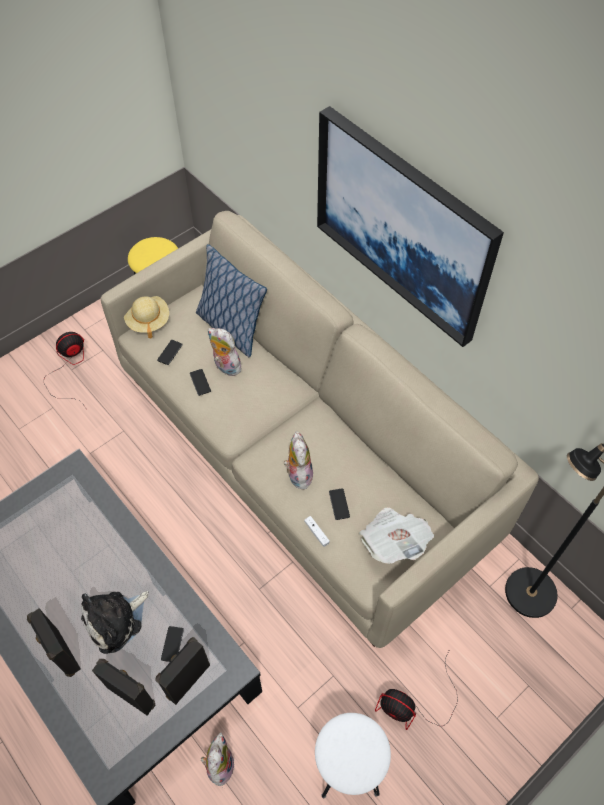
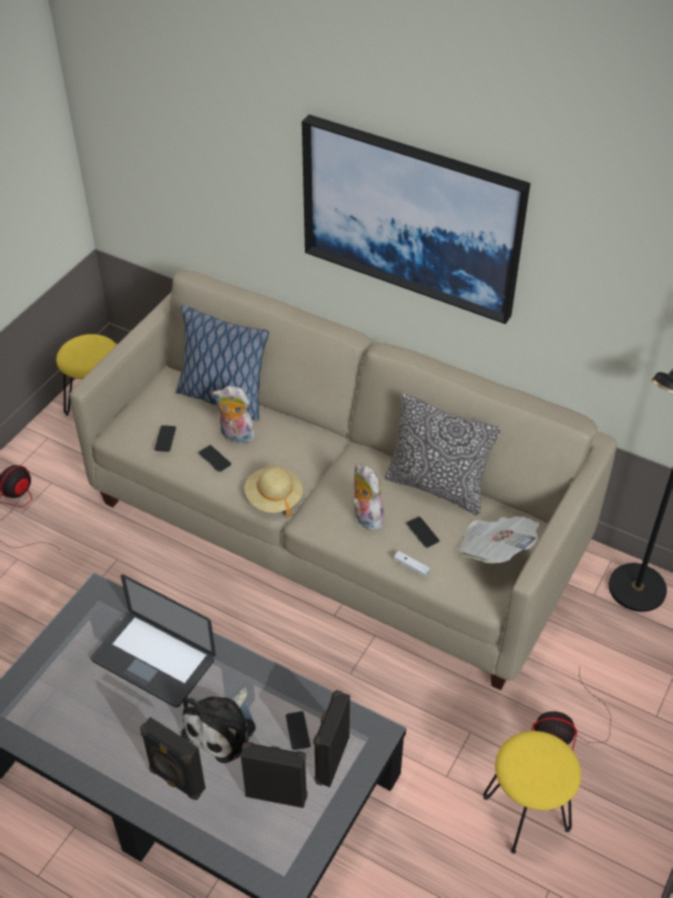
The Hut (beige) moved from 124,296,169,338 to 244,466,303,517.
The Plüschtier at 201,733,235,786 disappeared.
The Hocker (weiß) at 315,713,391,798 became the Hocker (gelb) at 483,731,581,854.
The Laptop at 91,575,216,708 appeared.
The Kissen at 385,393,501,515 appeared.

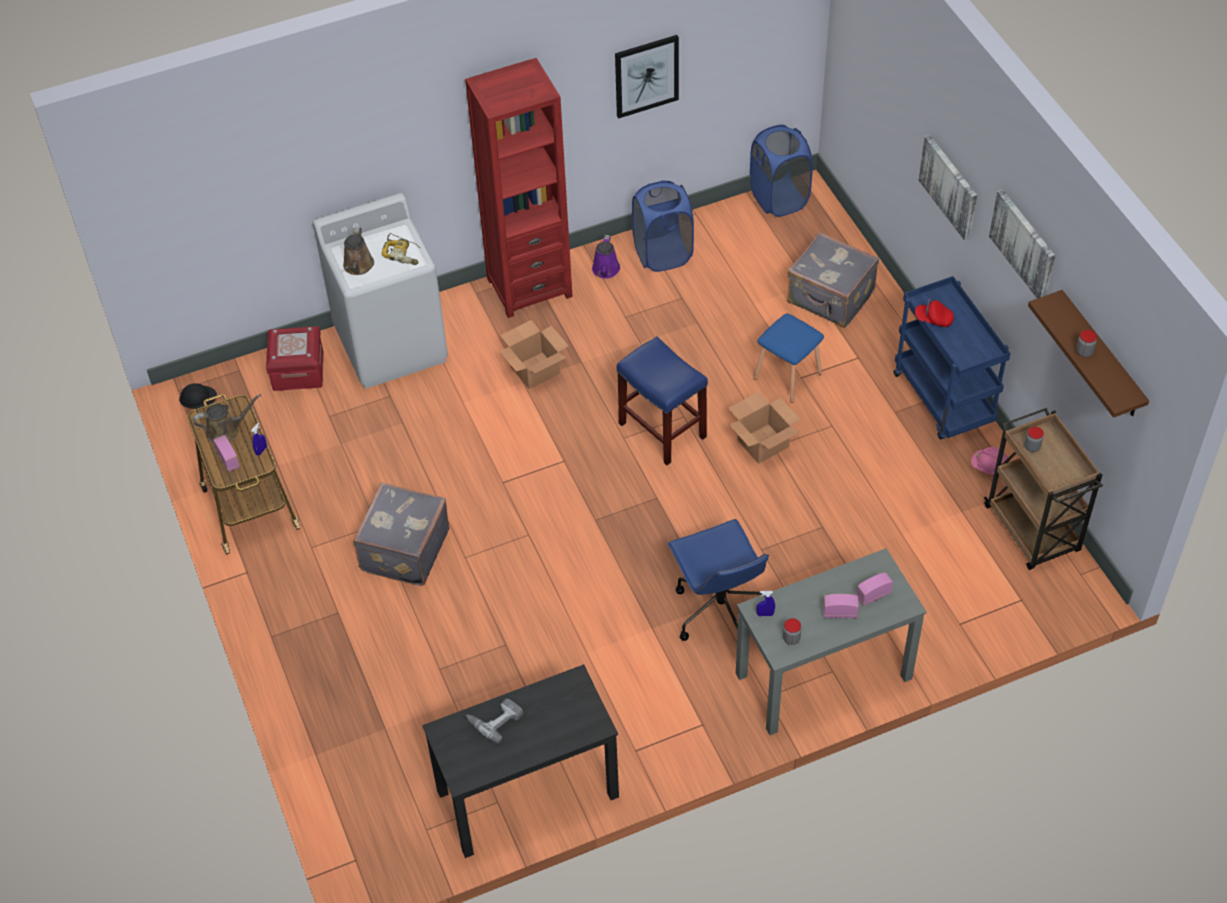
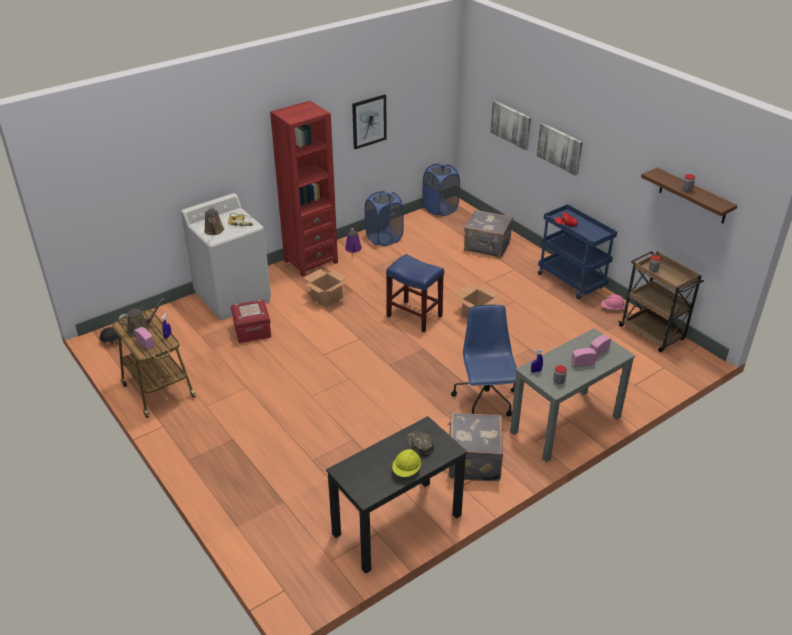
The Aufbewahrungsbox (rot) moved from 266,326,323,391 to 231,300,271,343.
The Koffer (grau) moved from 353,482,450,586 to 448,412,503,481.
The Bohrmaschine at 466,699,523,743 disappeared.
The Bürostuhl (blau) at 668,519,769,641 turned 150 degrees counterclockwise.
The Hocker (blau) at 754,313,824,403 disappeared.
The Bild moved from 989,189,1055,298 to 490,101,531,150.
The Schutzhelm (gelb) at 392,449,421,477 appeared.
The Kappe (grün) at 407,431,434,457 appeared.

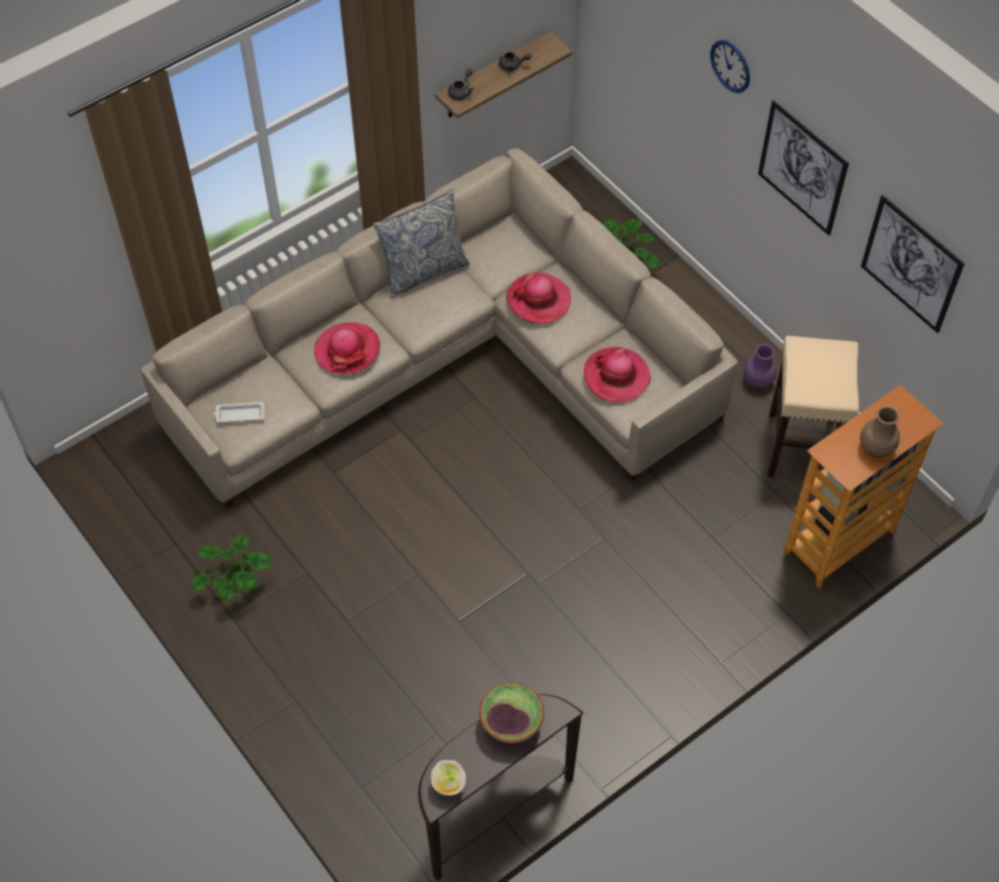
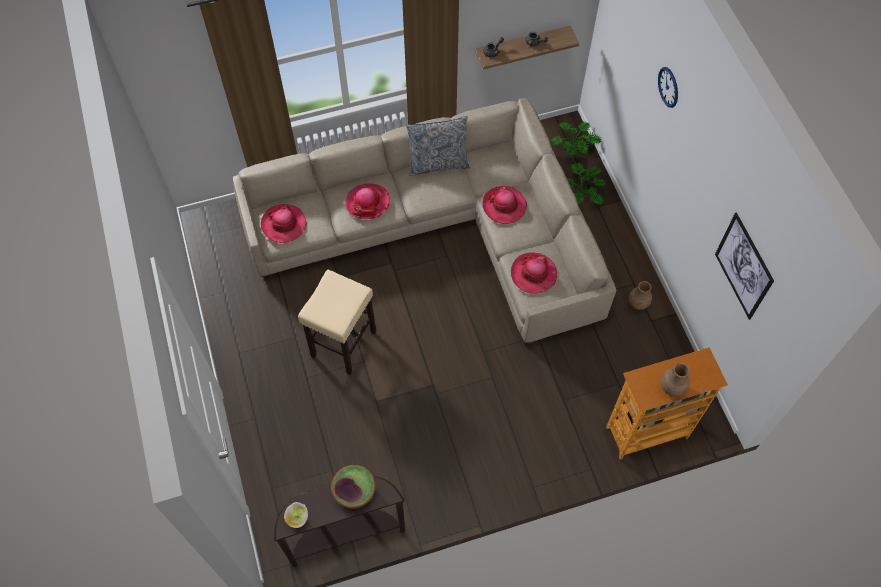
The Topfpflanze moved from 190,534,273,602 to 550,122,602,156.
The Tablett (weiß) at 214,402,265,423 was replaced by the Hut at 261,204,307,243.
The Vase (lila) at 744,344,777,389 became the Vase (braun) at 629,281,652,310.
The Bild at 758,100,849,236 disappeared.
The Hocker (beige) moved from 768,336,859,477 to 298,270,377,375.

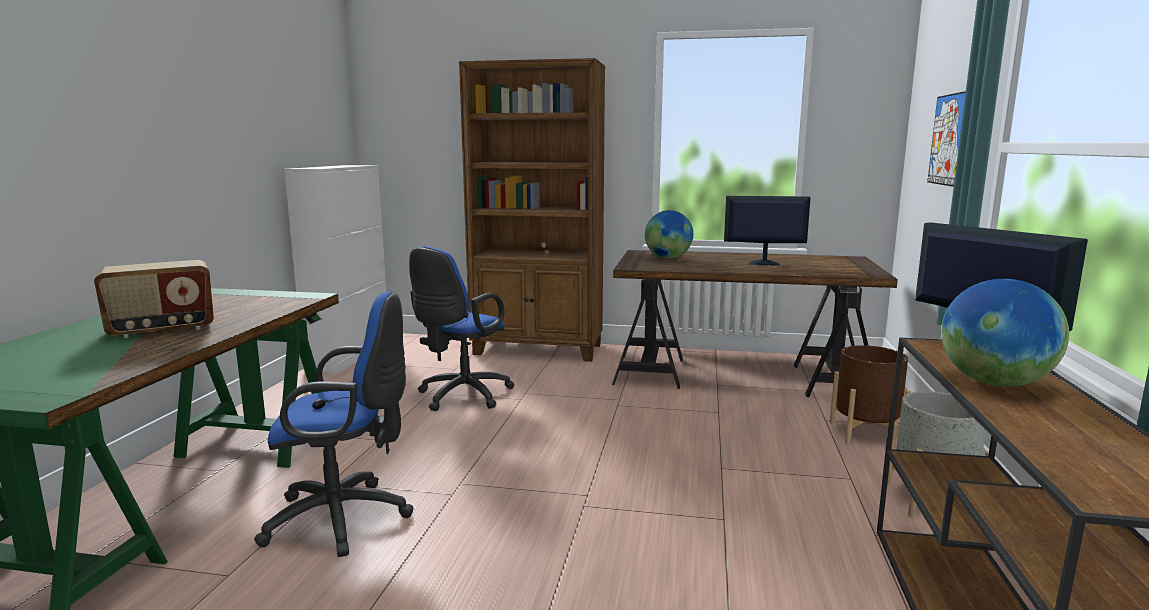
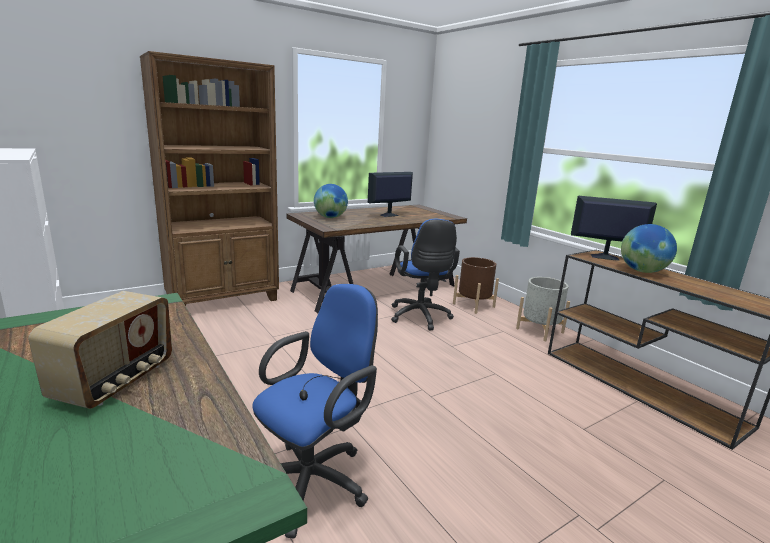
The Bürostuhl (blau) moved from 409,246,514,411 to 391,219,460,330.
The Bild at 927,91,966,187 disappeared.

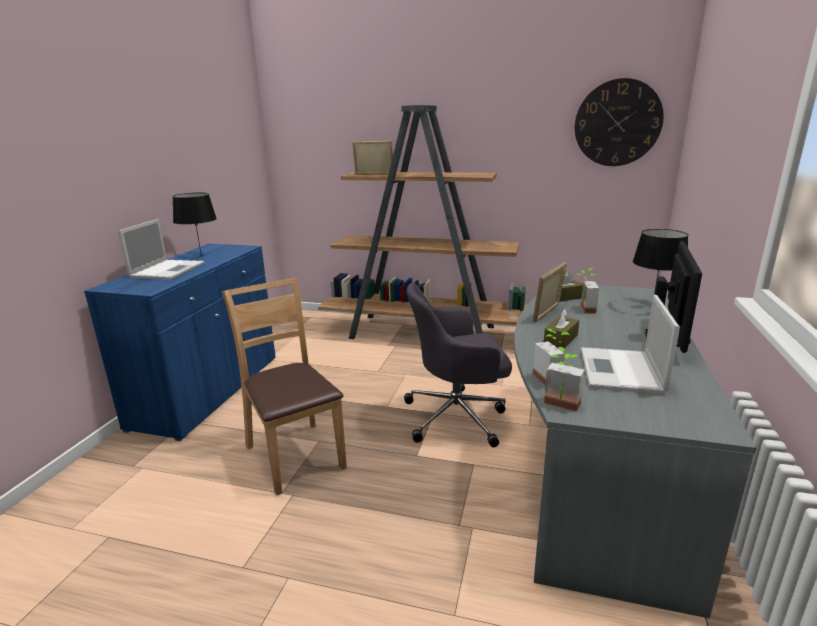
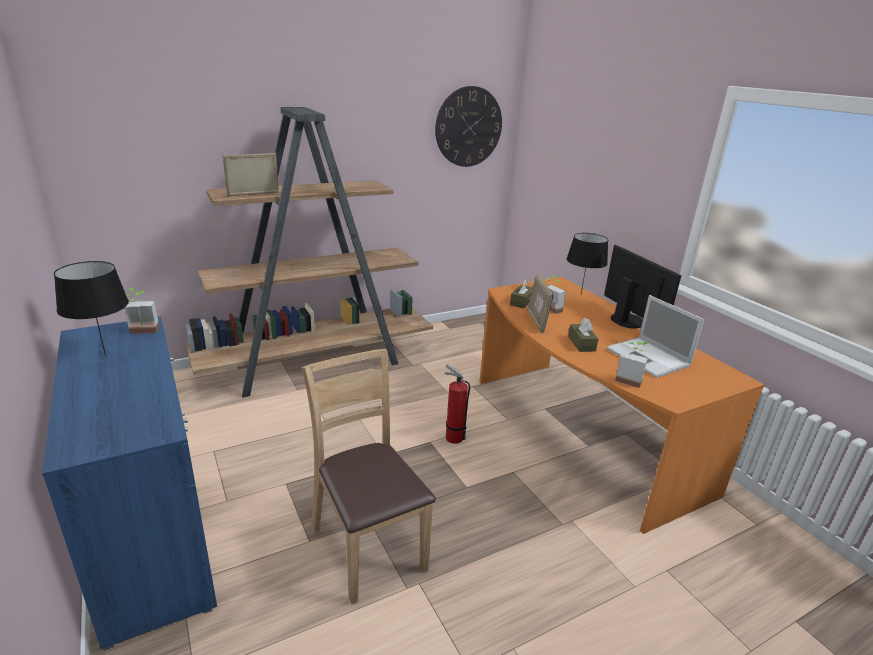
The Laptop at 118,219,204,280 disappeared.
The Stuhl (braun) at 222,278,347,496 turned 45 degrees clockwise.
The Bürostuhl (grau) at 404,283,512,447 was replaced by the Feuerlöscher at 444,364,470,444.
The Schreibtisch (grau) at 514,285,756,618 became the Schreibtisch (orange) at 479,277,764,534.
The Topfpflanze moved from 544,347,585,411 to 124,288,159,334.

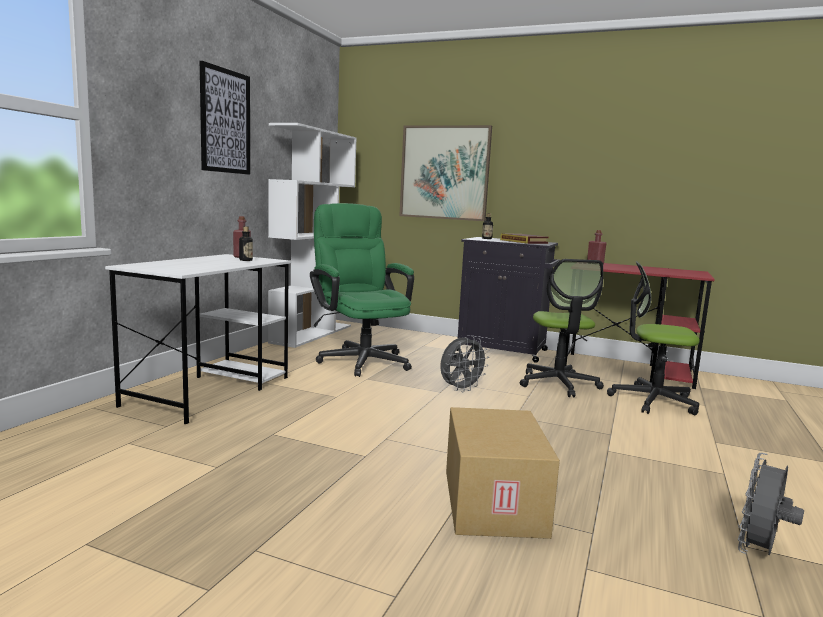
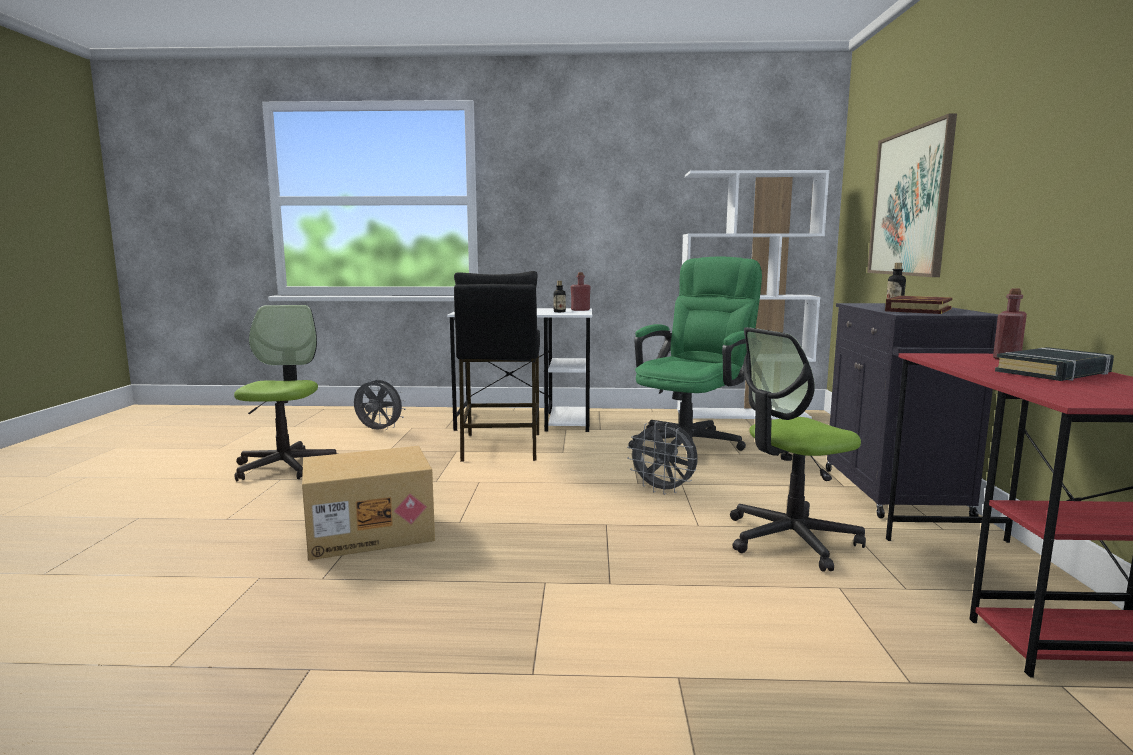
The Bild at 200,61,250,175 disappeared.
The Bürostuhl moved from 607,261,700,415 to 234,305,339,481.
The Ventilator (grau) moved from 738,453,804,555 to 354,376,406,430.
The Hocker (schwarz) at 454,271,540,461 appeared.
The Buch (schwarz) at 995,347,1114,381 appeared.

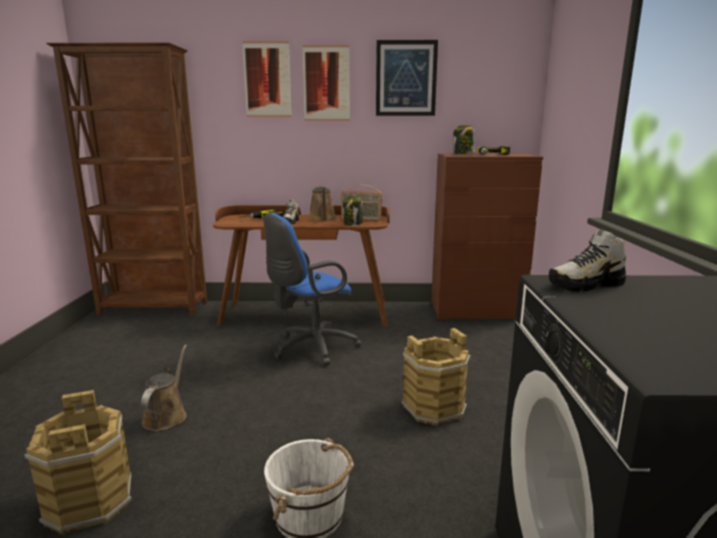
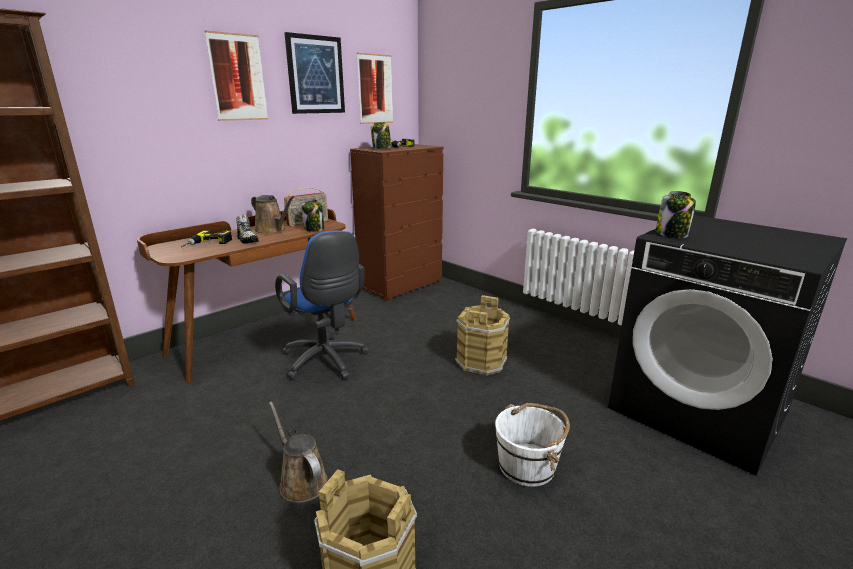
The Bild moved from 242,41,292,117 to 357,53,393,124.
The Bürostuhl (blau) at 263,213,361,366 turned 45 degrees counterclockwise.
The Schuh at 549,229,626,292 was replaced by the Vorratsglas at 656,191,696,238.

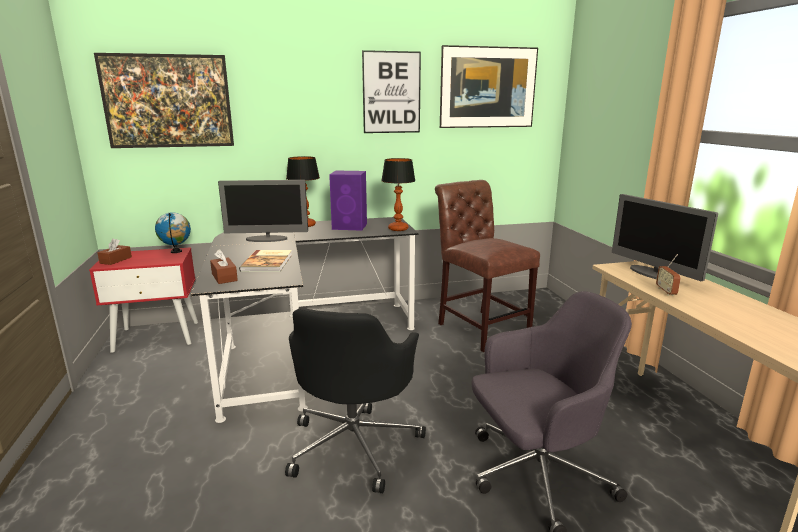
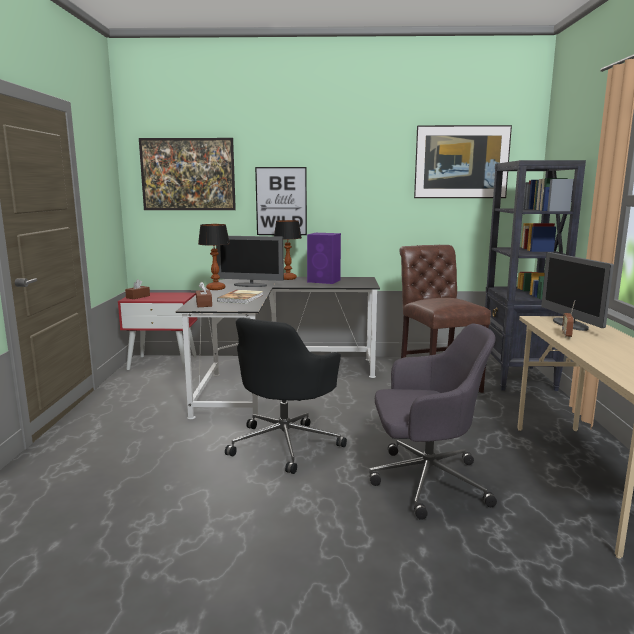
The Globus at 155,212,191,253 disappeared.
The Bild moved from 362,50,421,133 to 255,167,307,235.
The Tischlampe moved from 381,158,415,231 to 198,224,230,290.
The Bücherregal (schwarz) at 485,160,586,391 appeared.

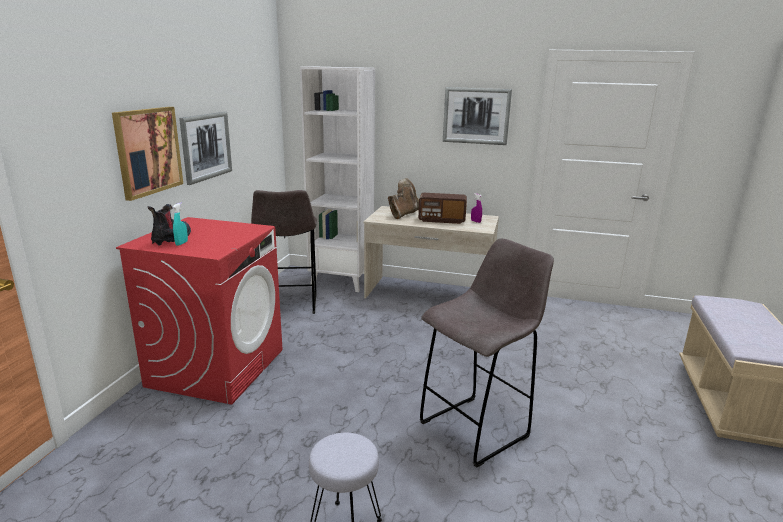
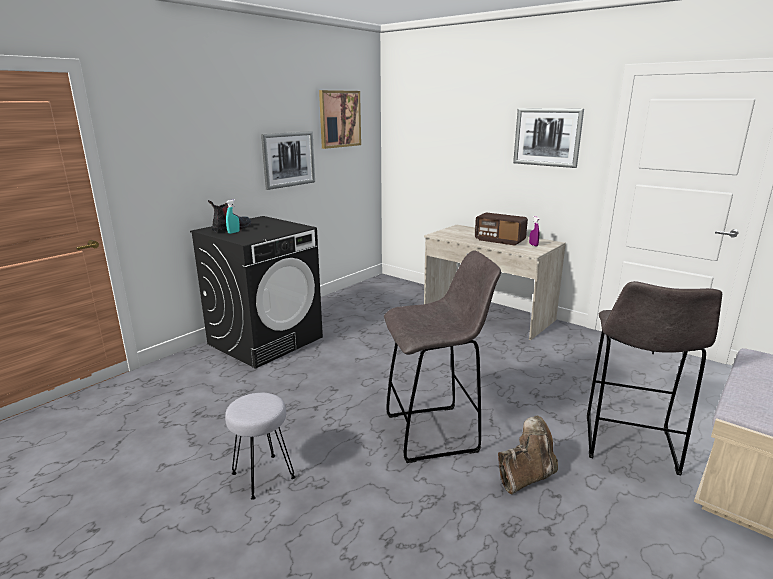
The Bild moved from 112,107,183,201 to 319,90,361,149.
The Waschmaschine (rot) at 116,217,283,405 became the Waschmaschine (schwarz) at 190,216,323,369.
The Hocker (grau) moved from 251,190,317,314 to 587,281,722,475.
The Bücherregal (weiß) at 300,67,375,292 disappeared.
The Stiefel (braun) moved from 388,178,419,219 to 498,416,558,494.

